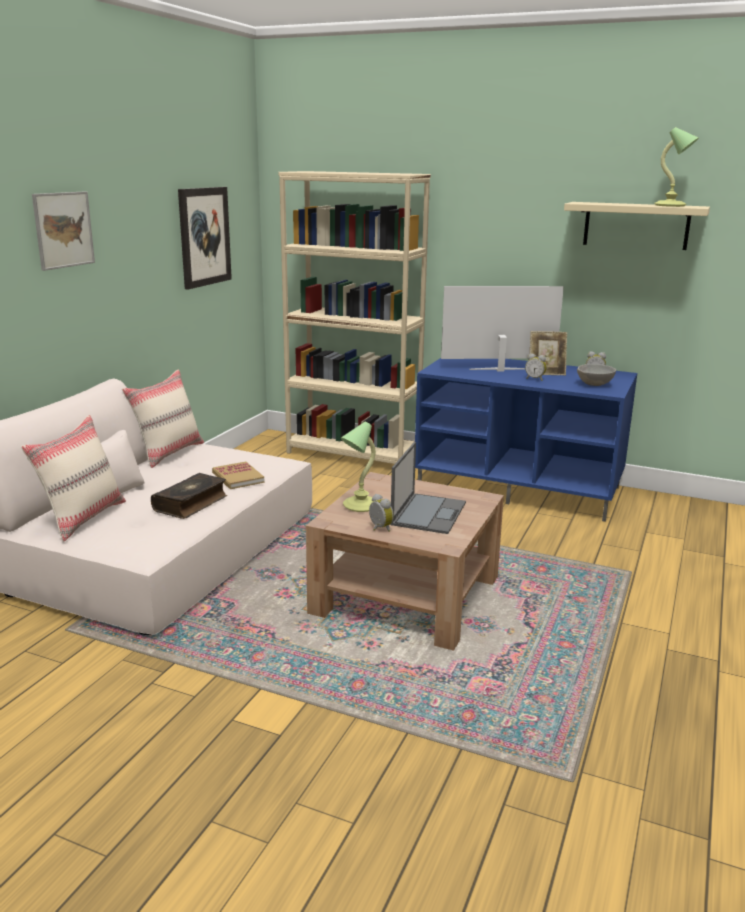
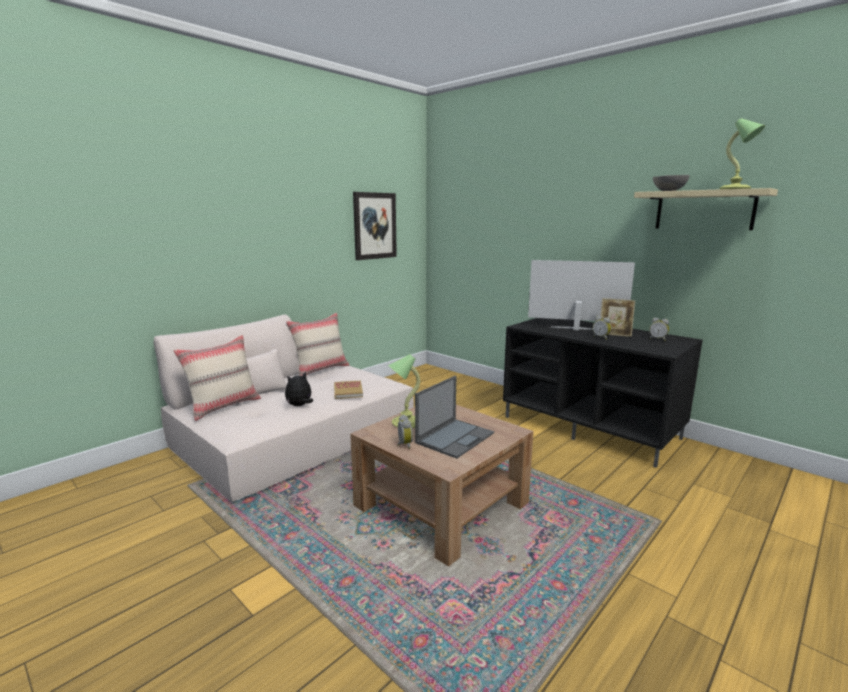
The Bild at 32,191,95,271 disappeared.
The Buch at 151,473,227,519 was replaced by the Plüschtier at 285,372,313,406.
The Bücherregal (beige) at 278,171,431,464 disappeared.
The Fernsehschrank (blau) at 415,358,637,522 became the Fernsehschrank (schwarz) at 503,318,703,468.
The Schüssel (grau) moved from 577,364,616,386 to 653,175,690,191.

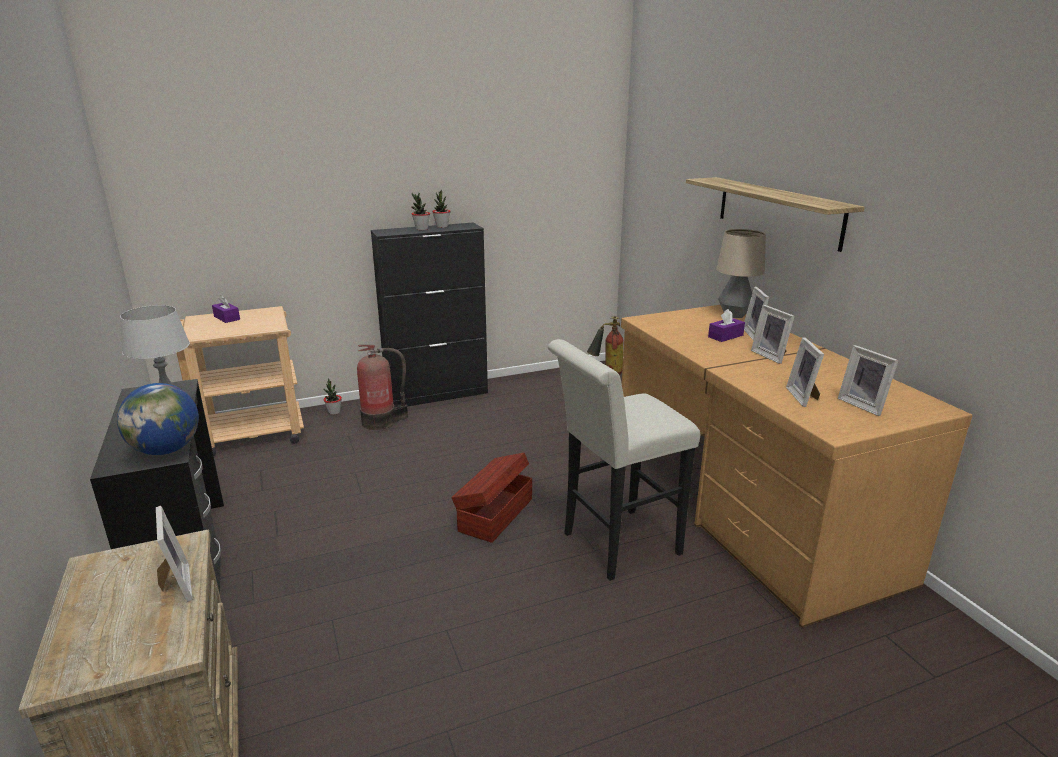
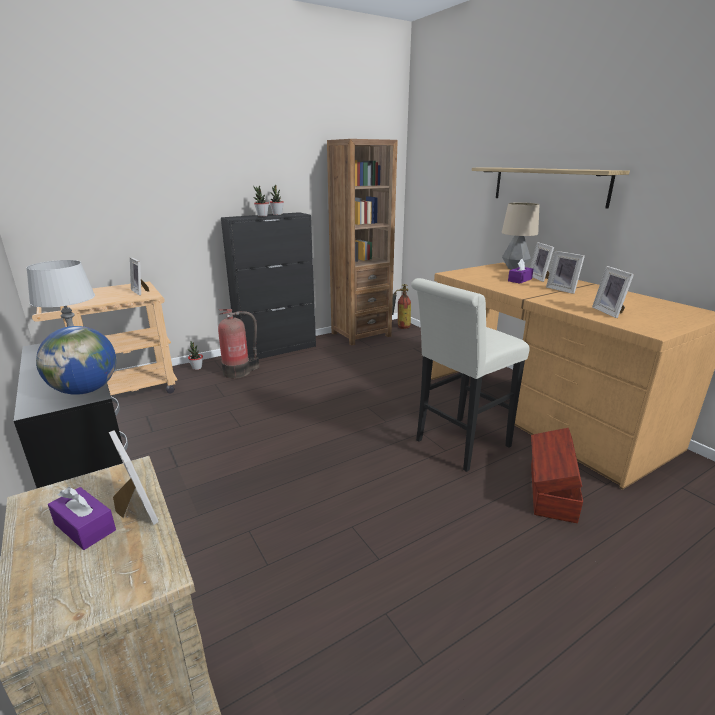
The Taschentuchbox (lila) moved from 212,295,240,323 to 48,487,116,550.
The Aufbewahrungsbox (braun) moved from 451,453,532,543 to 531,428,583,523.
The Bilderrahmen moved from 838,345,899,416 to 130,257,149,296.
The Bücherregal (braun) at 327,139,398,346 appeared.

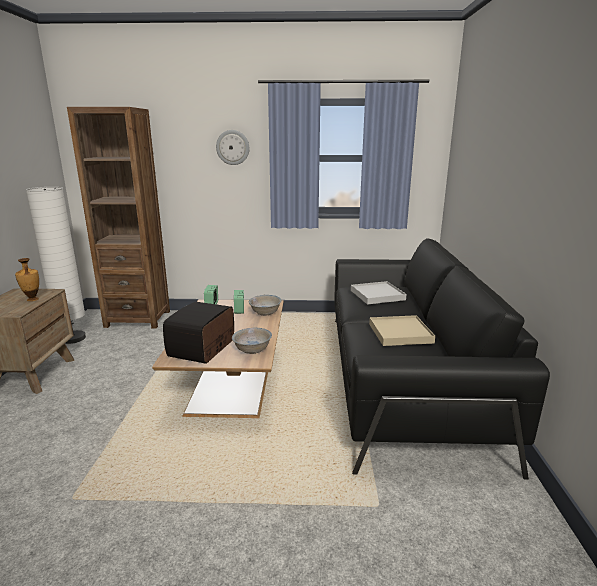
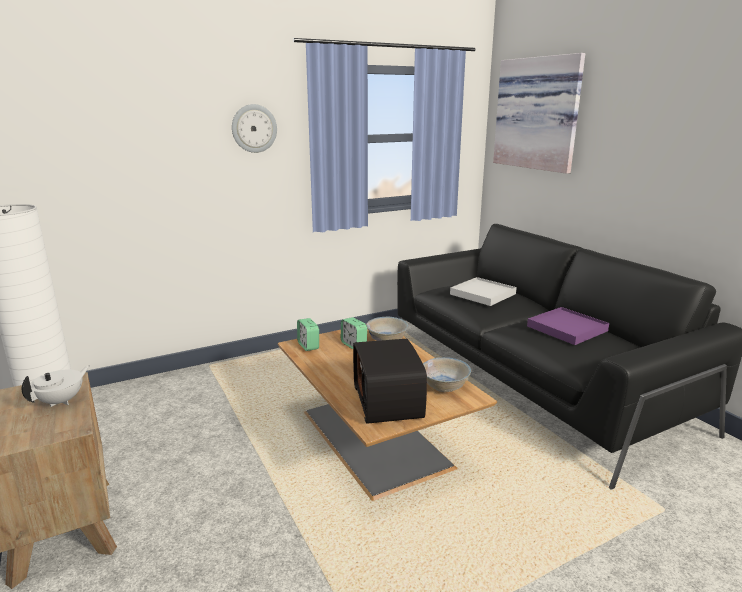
The Vase at 15,258,39,301 was replaced by the Teekanne (weiß) at 22,366,89,407.
The Bücherregal (braun) at 67,107,170,329 disappeared.
The Tablett (beige) at 369,315,435,346 became the Tablett (lila) at 527,307,609,345.
The Bild at 493,53,585,174 appeared.

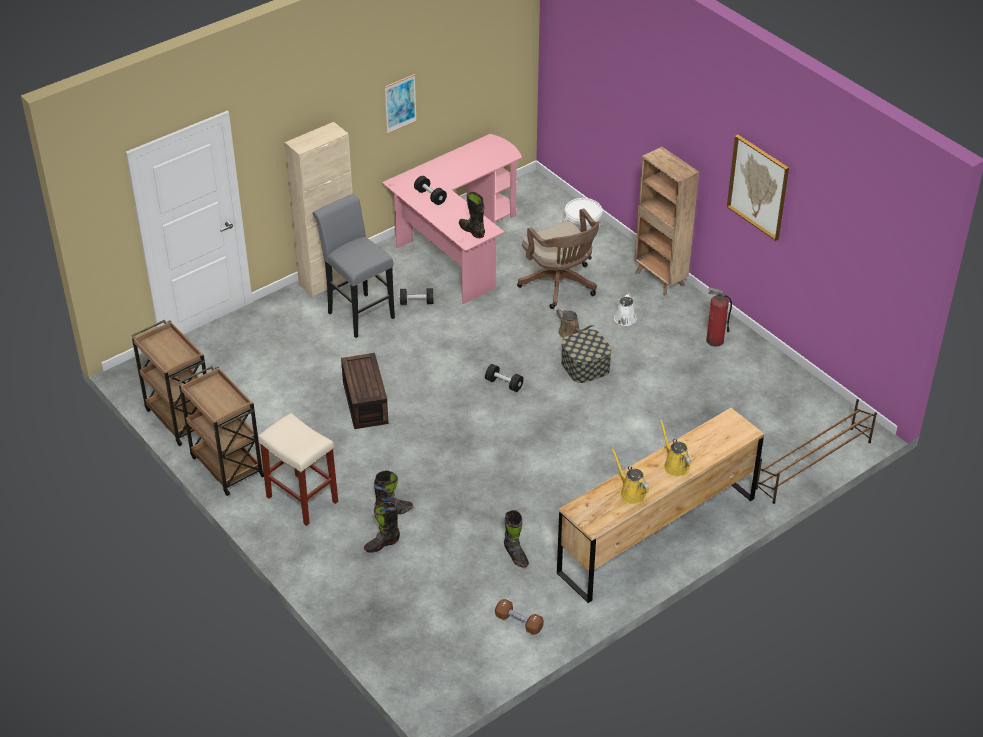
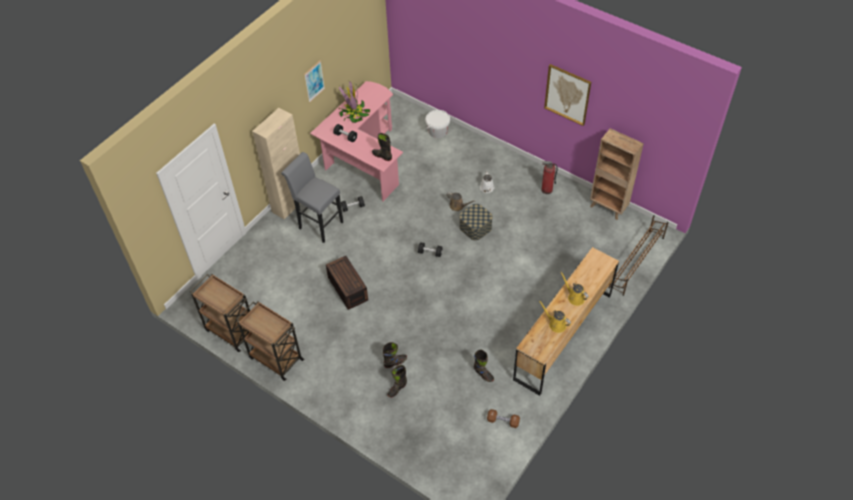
The Hocker (beige) at 258,413,338,526 disappeared.
The Bürostuhl (braun) at 517,208,599,309 disappeared.
The Bücherregal (braun) moved from 634,147,699,295 to 590,128,644,220.
The Topfpflanze at 339,81,370,123 appeared.

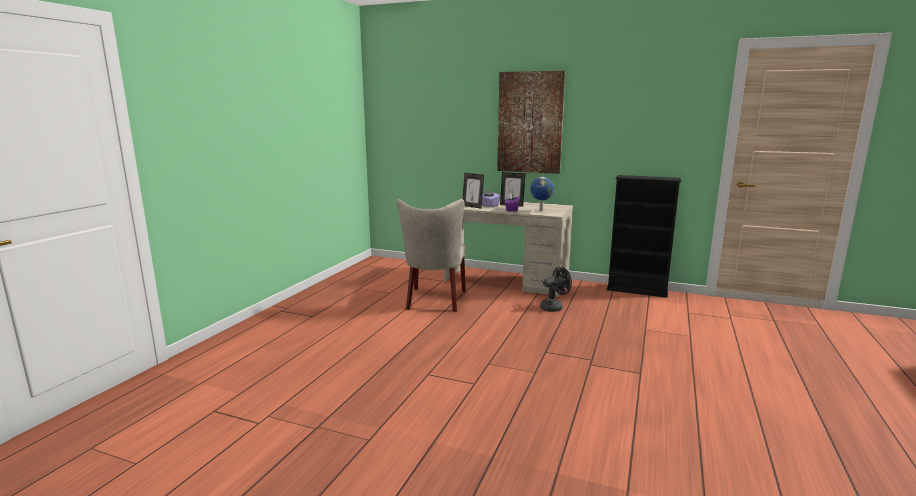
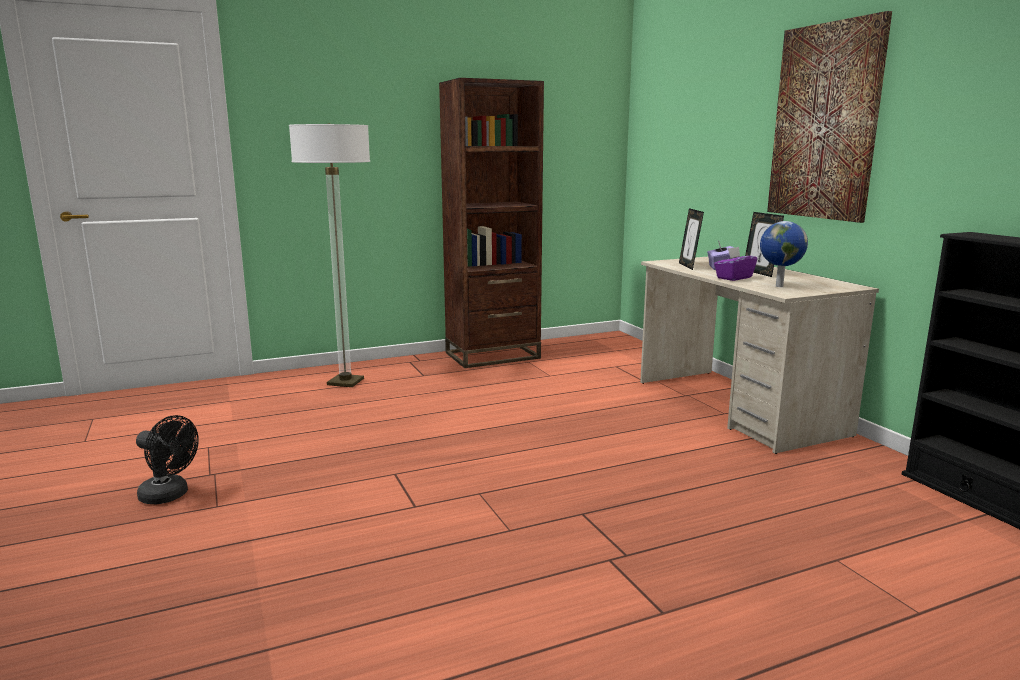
The Stuhl (beige) at 397,199,466,312 disappeared.
The Ventilator (schwarz) moved from 540,266,572,312 to 136,415,199,505.
The Stehlampe at 289,123,370,387 appeared.
The Bücherregal (braun) at 439,78,544,368 appeared.

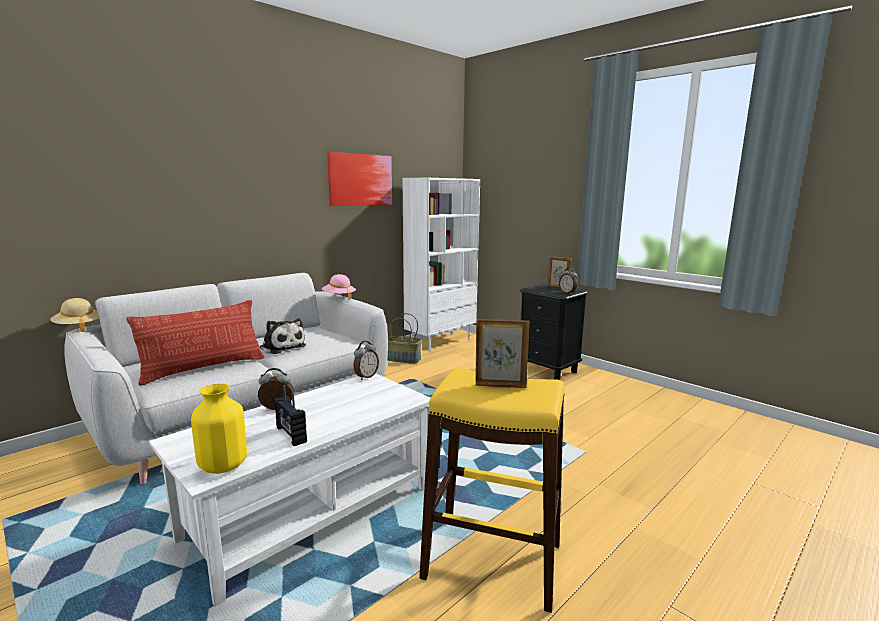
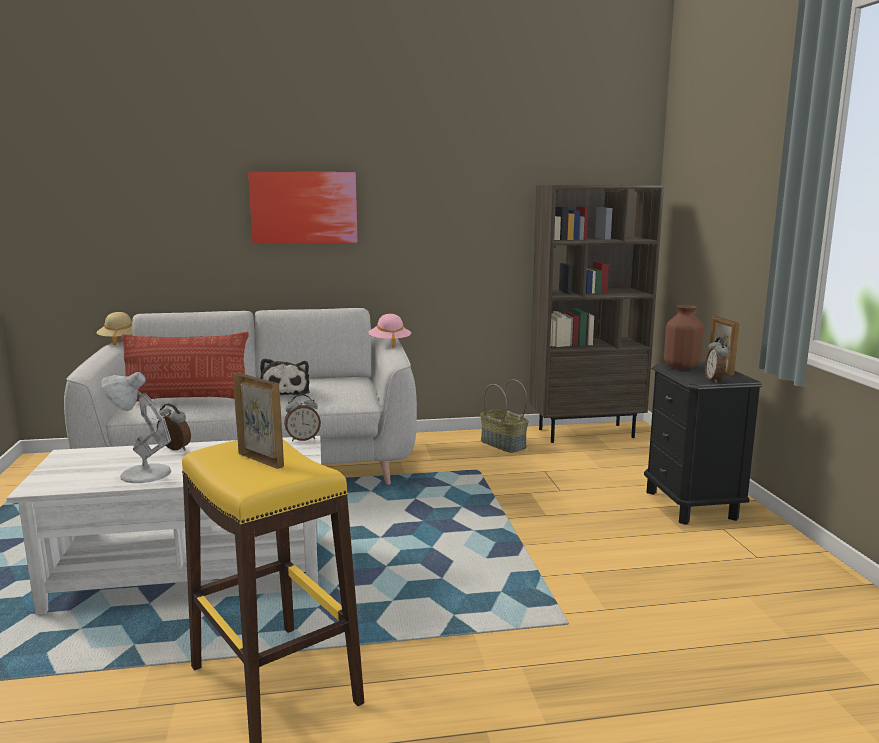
The Vase (gelb) at 191,383,247,474 disappeared.
The Radio at 275,385,307,446 was replaced by the Tischlampe (weiß) at 101,372,171,483.
The Bild moved from 327,152,392,206 to 248,172,358,244.
The Bücherregal (weiß) at 403,178,480,352 became the Bücherregal (braun) at 529,185,664,443.
The Vase (braun) at 664,305,703,369 appeared.

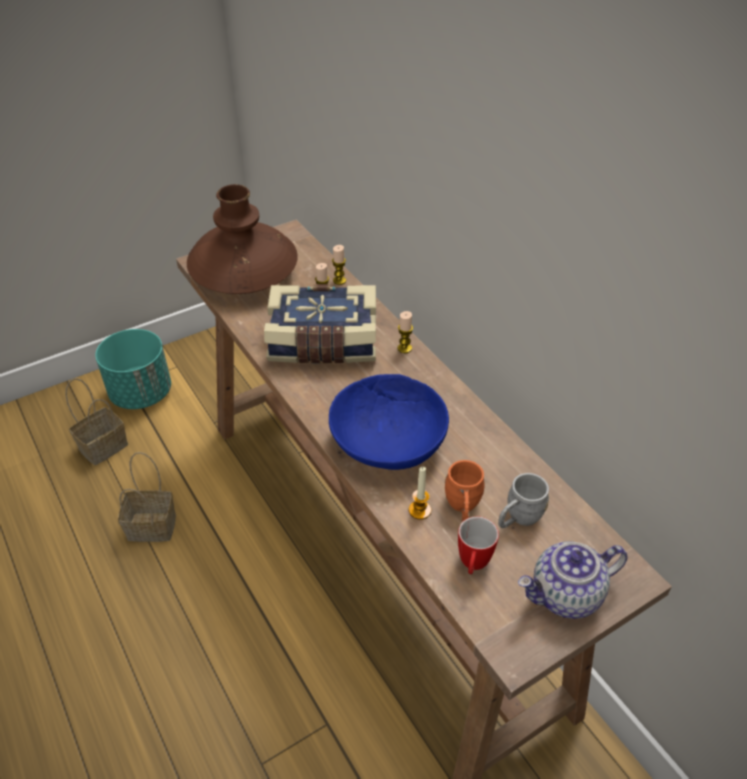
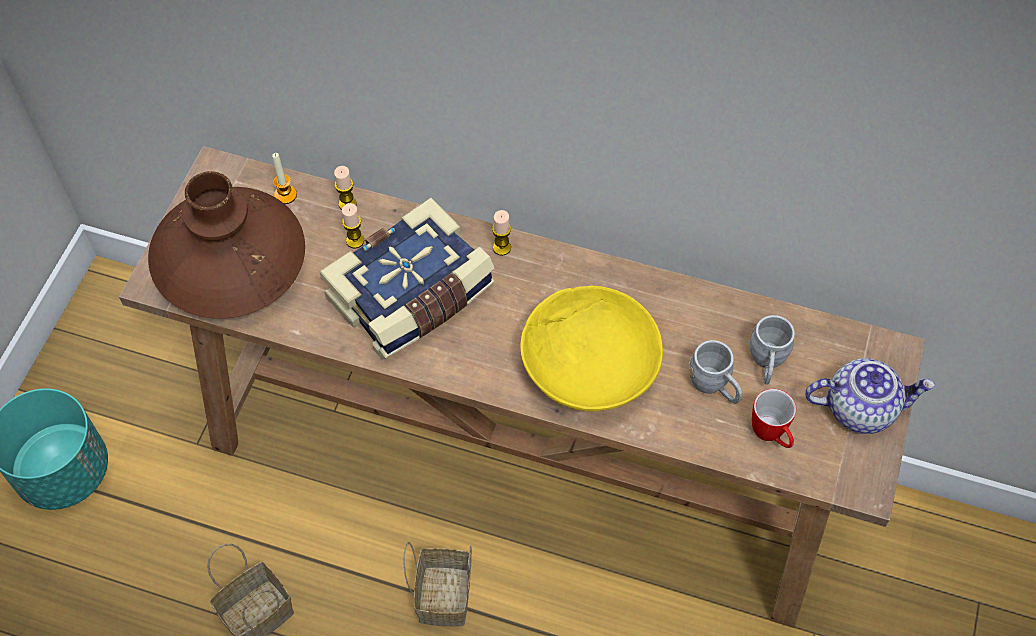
The Korb moved from 65,378,128,465 to 404,542,472,626.
The Schüssel (blau) at 329,374,449,470 became the Schüssel (gelb) at 520,286,663,412.
The Kerze moved from 409,467,431,520 to 272,153,297,204.
The Henkelbecher (orange) at 445,460,485,522 became the Henkelbecher (grau) at 689,340,743,404.
The Teekanne at 518,541,628,619 turned 120 degrees counterclockwise.

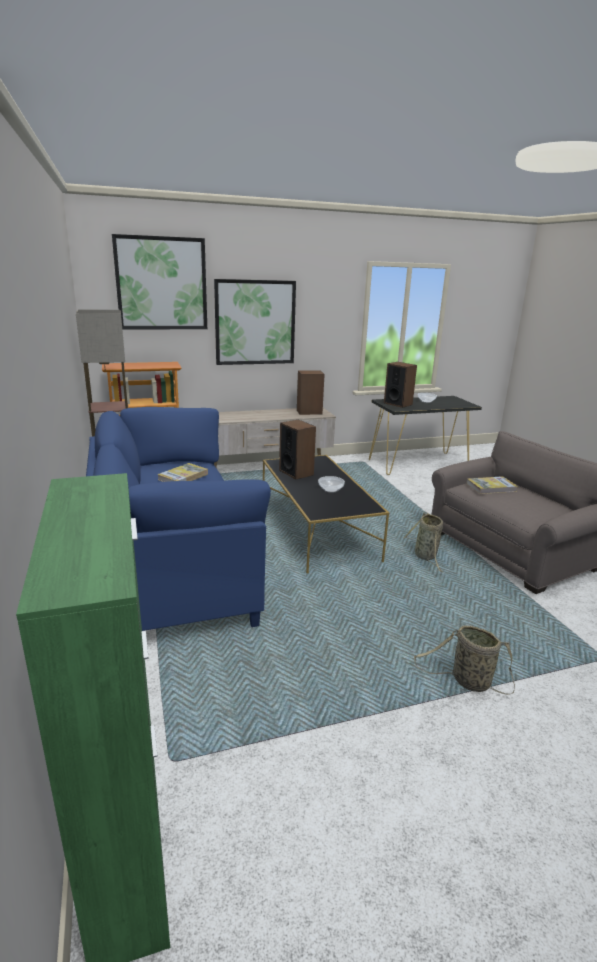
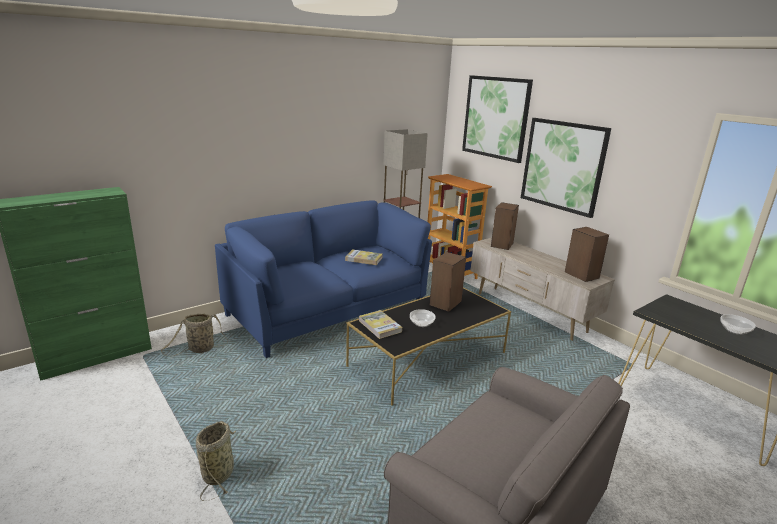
The Lautsprecher moved from 384,362,417,408 to 491,202,519,250.
The Korb moved from 404,512,443,572 to 161,314,228,356.
The Buch moved from 466,476,518,494 to 359,310,402,339.

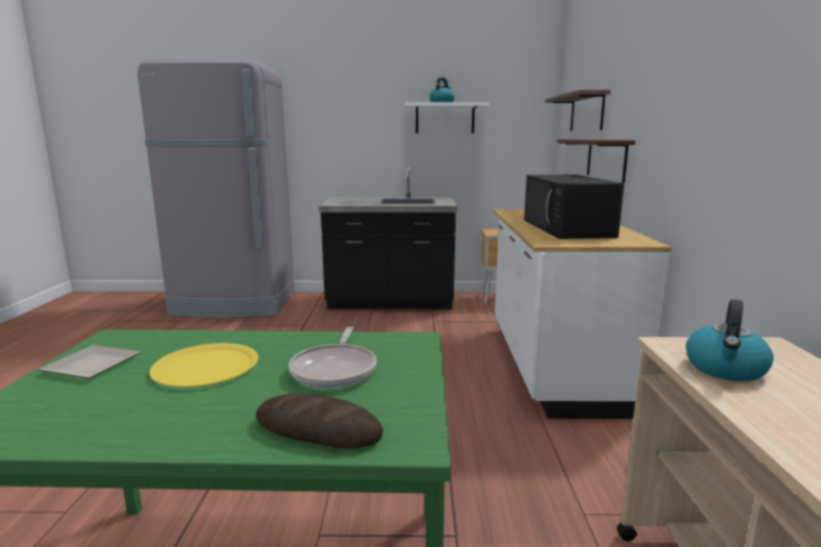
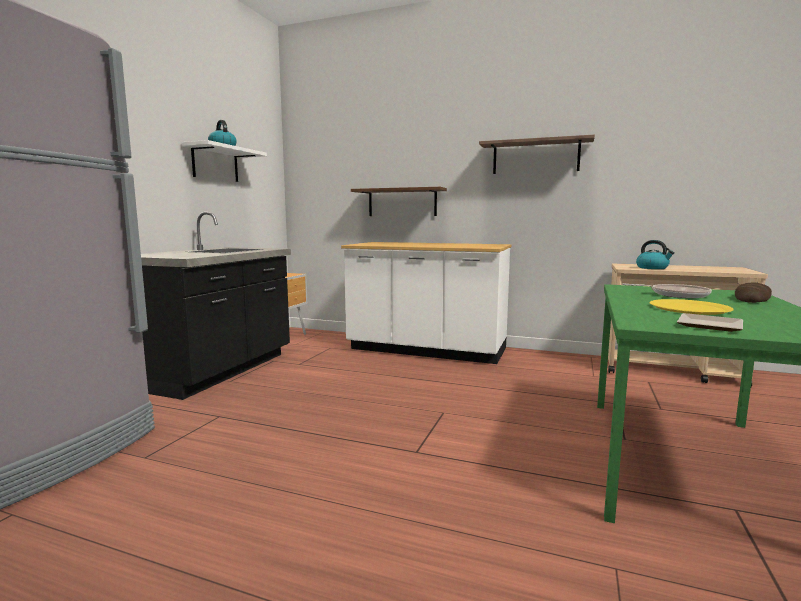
The Mikrowelle (schwarz) at 524,175,624,239 disappeared.
The Wandregal moved from 545,90,611,131 to 479,135,595,174.

